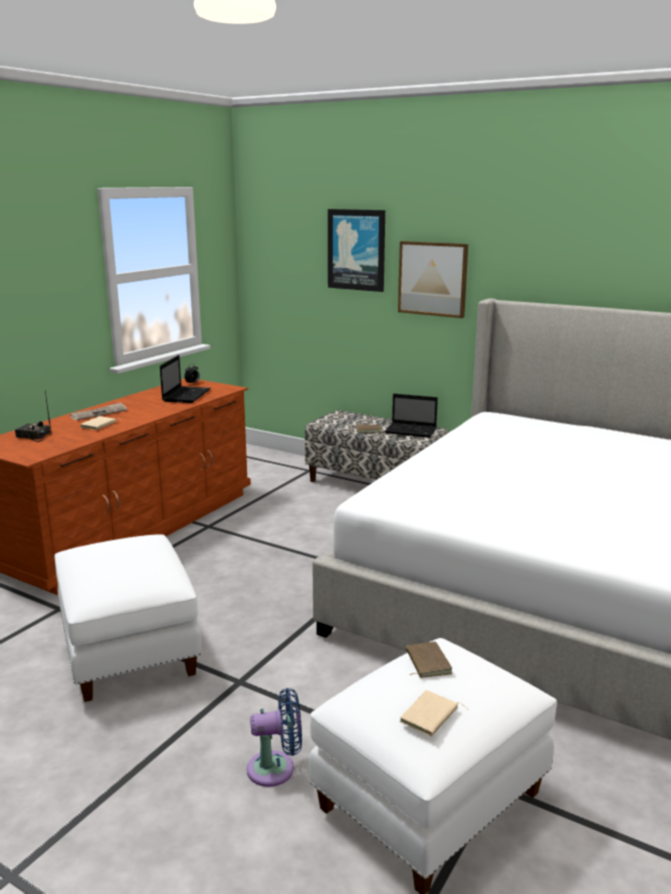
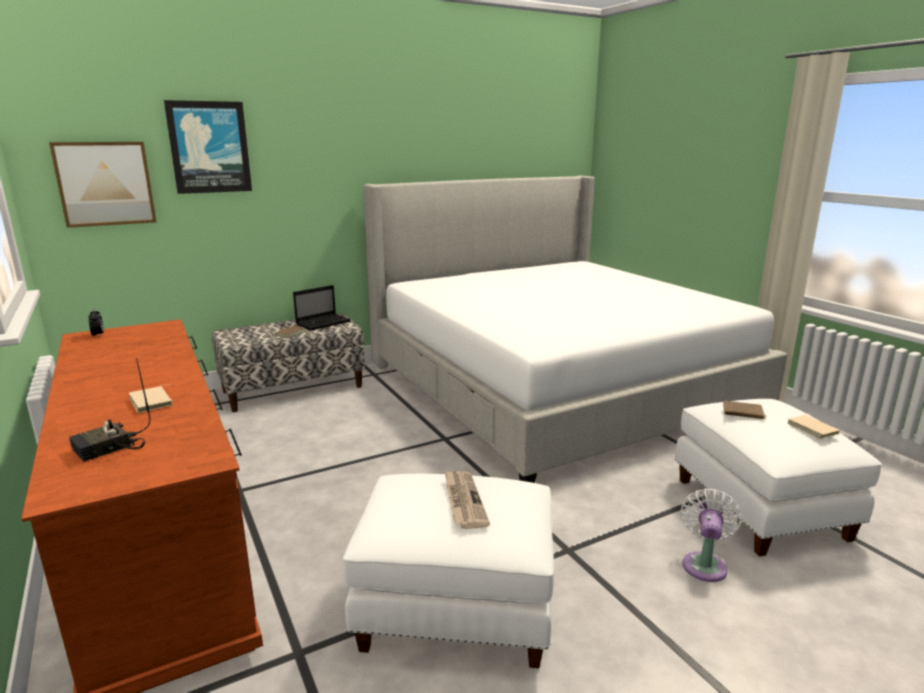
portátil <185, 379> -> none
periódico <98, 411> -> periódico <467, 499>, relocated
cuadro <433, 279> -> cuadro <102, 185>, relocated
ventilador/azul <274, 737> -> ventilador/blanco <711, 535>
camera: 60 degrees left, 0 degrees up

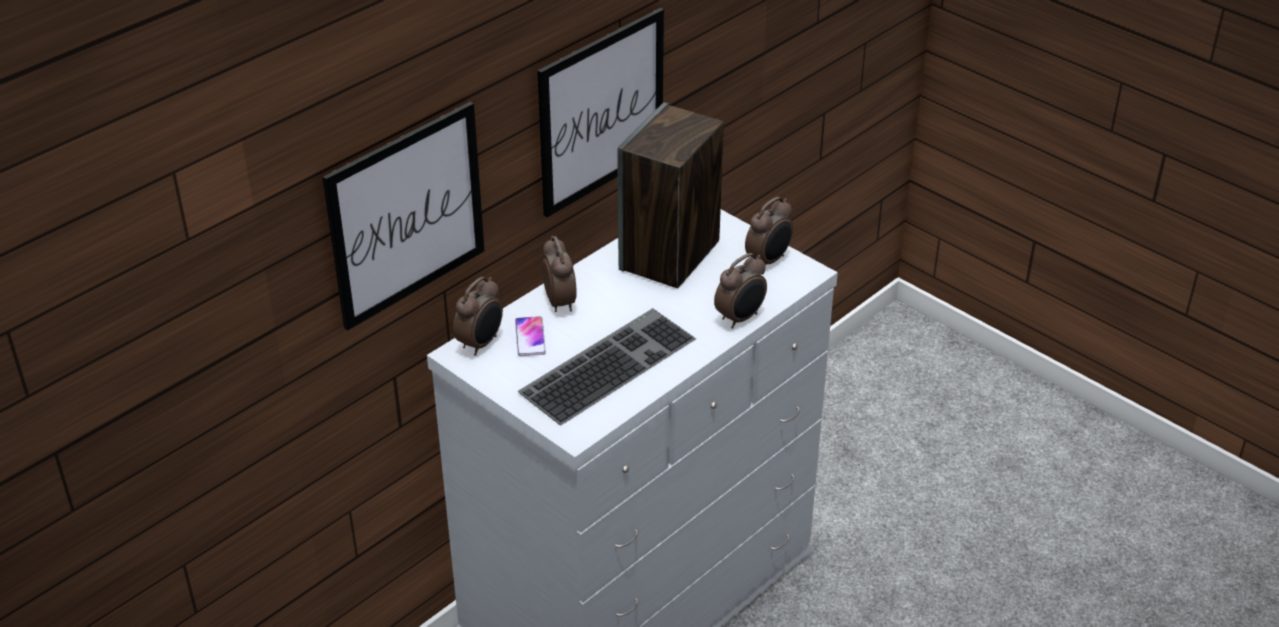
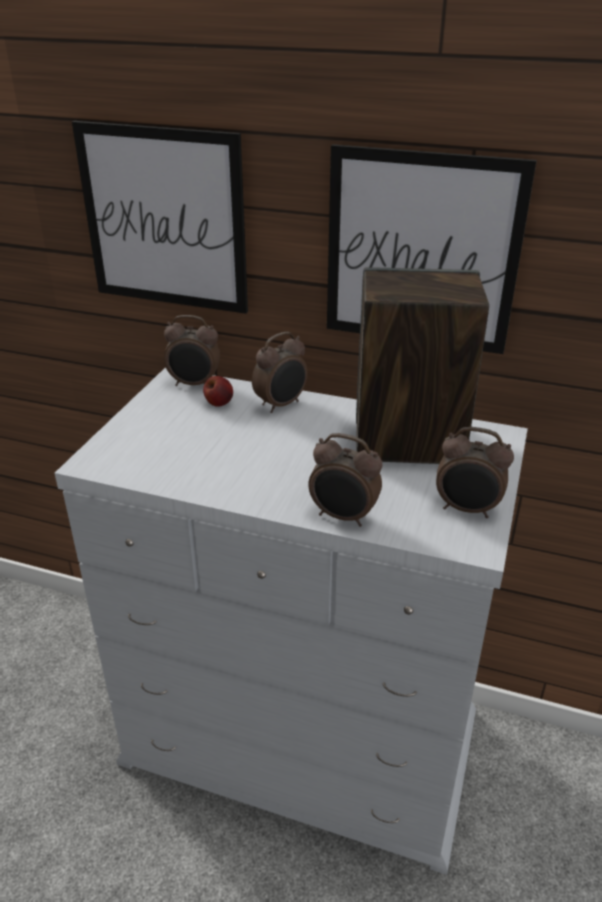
teclado <607, 366> -> none
móvil <530, 336> -> manzana <218, 391>
camera: 65 degrees right, 5 degrees down

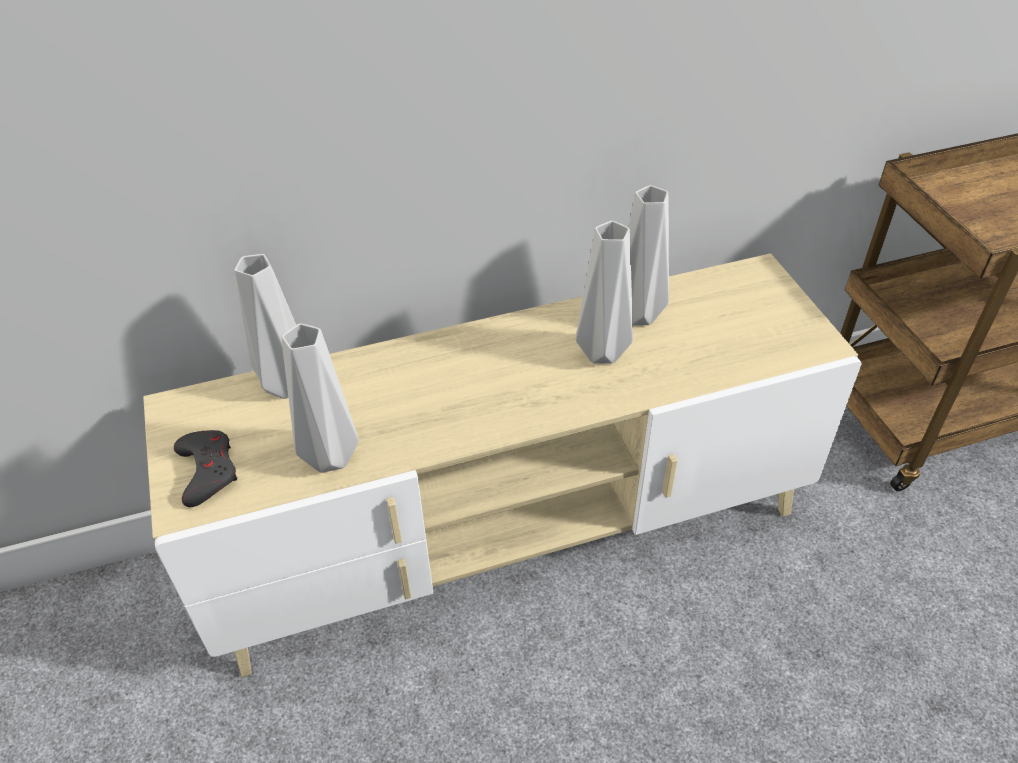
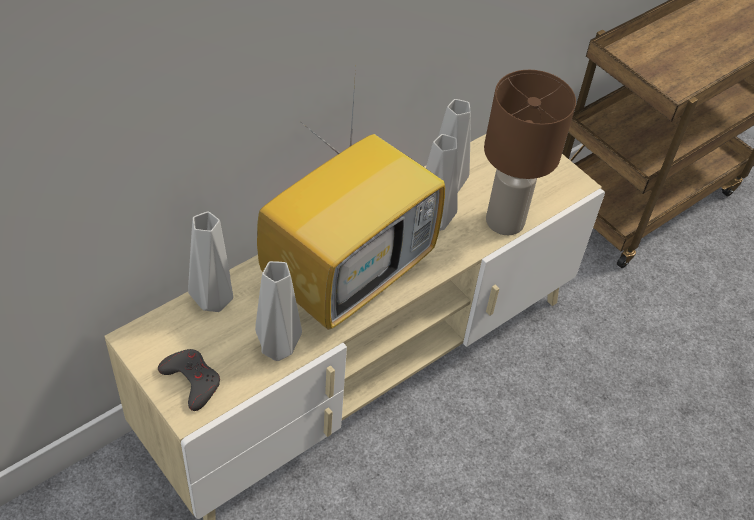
none -> televisor <351, 199>
none -> lámpara de mesa/marrón <530, 152>
camera: 25 degrees left, 5 degrees up

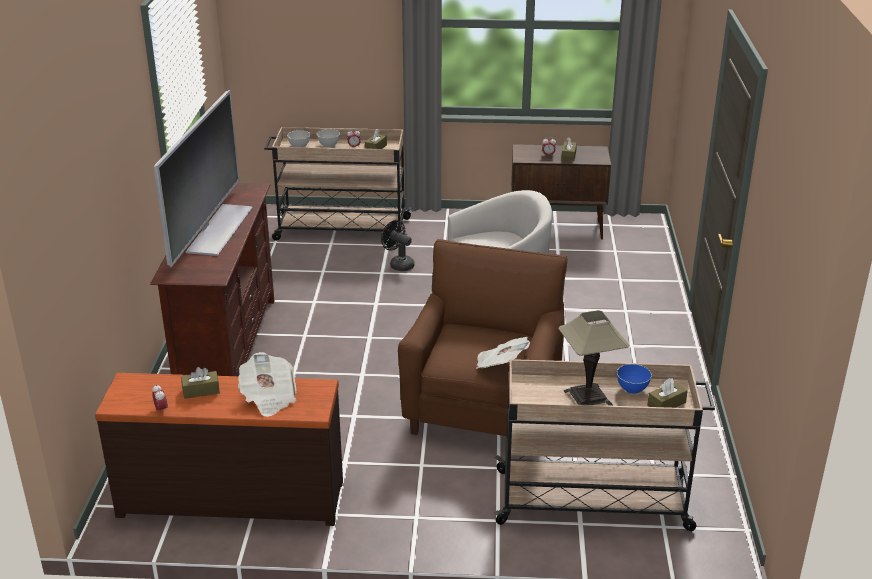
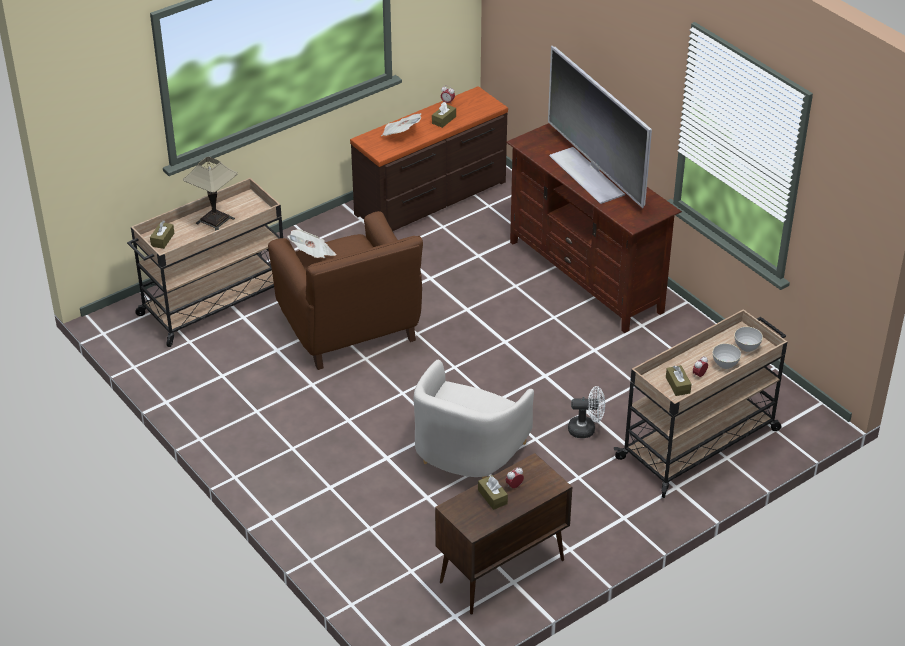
cuenco/azul <634, 379> -> none
ventilador/negro <398, 245> -> ventilador/blanco <586, 412>
camera: 140 degrees right, 10 degrees up

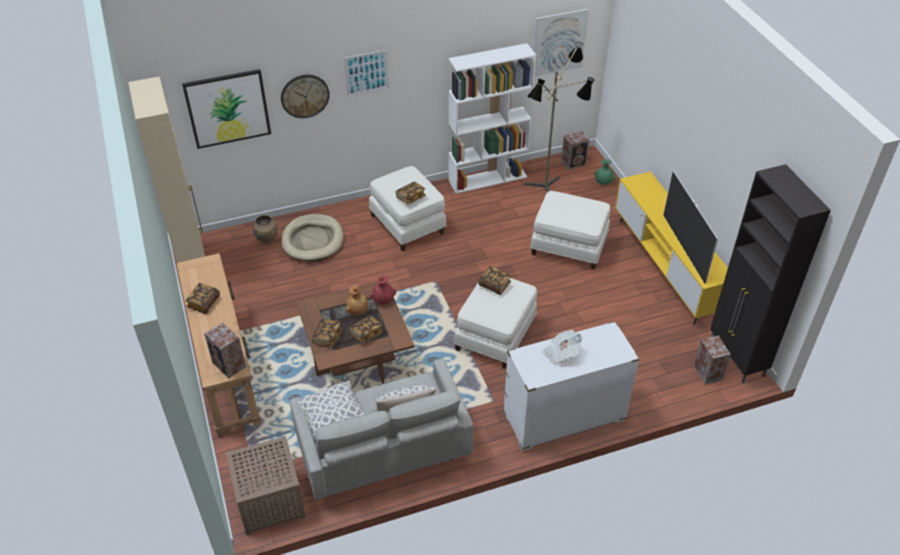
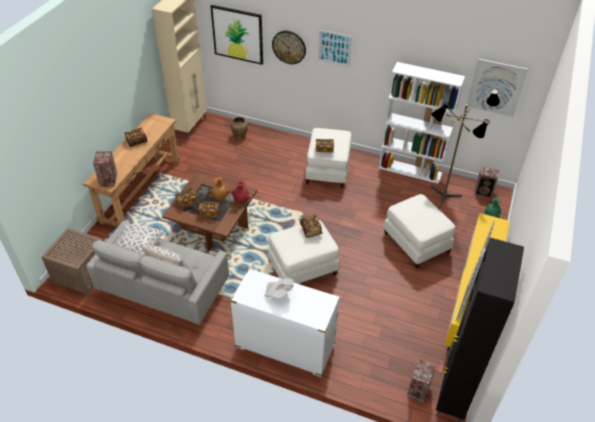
cama para perro/beis <313, 238> -> none
camera: 40 degrees right, 0 degrees up

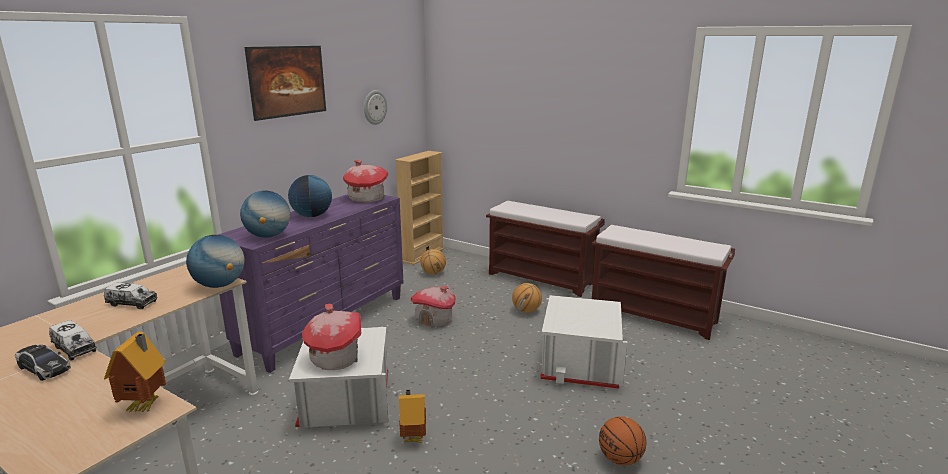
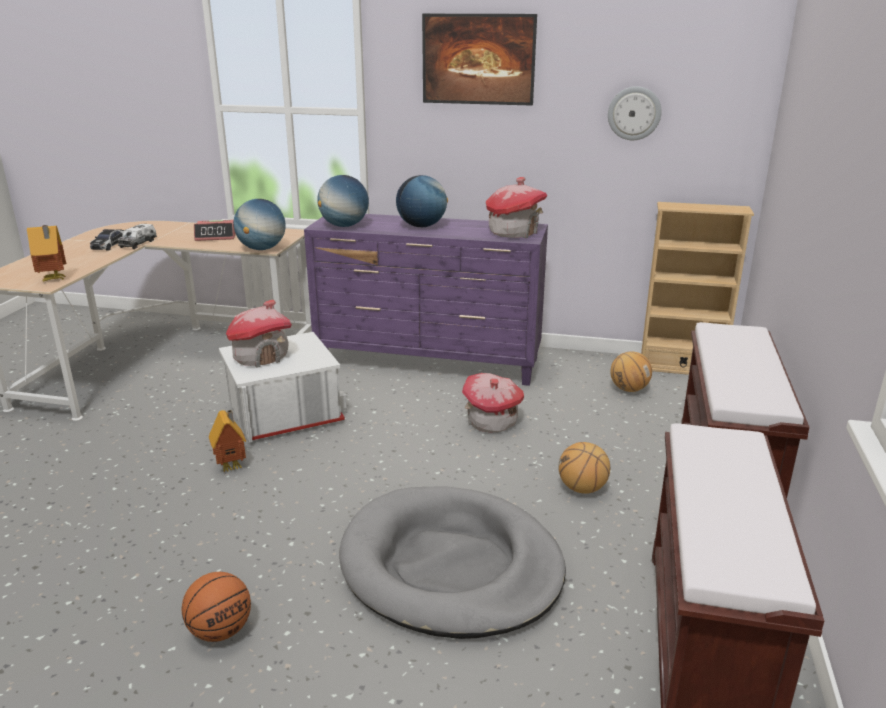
camión de juguete <130, 296> -> despertador <215, 230>
caja de almacenaje/blanco <583, 342> -> cama para perro/gris <452, 563>
camera: 70 degrees right, 5 degrees up

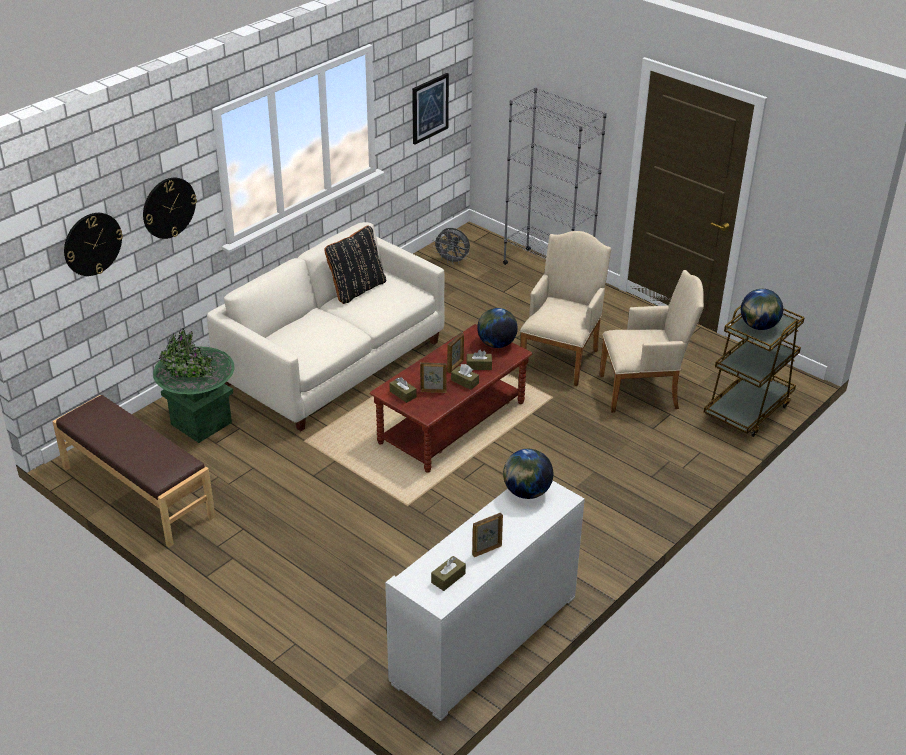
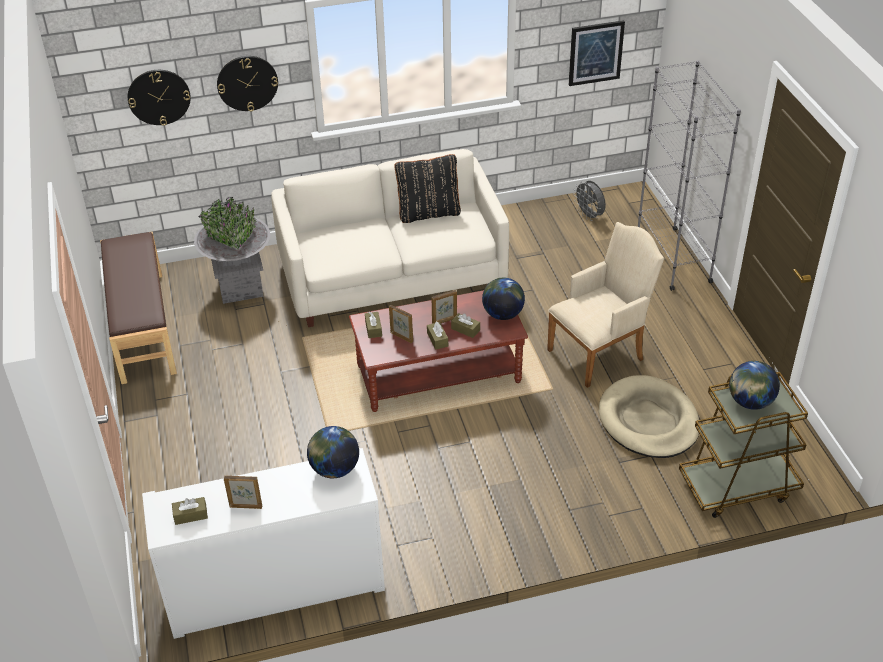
sillón/beis <652, 341> -> cama para perro/beis <649, 416>
maceta/verde <194, 385> -> maceta/gris <232, 250>
camera: 35 degrees right, 5 degrees up

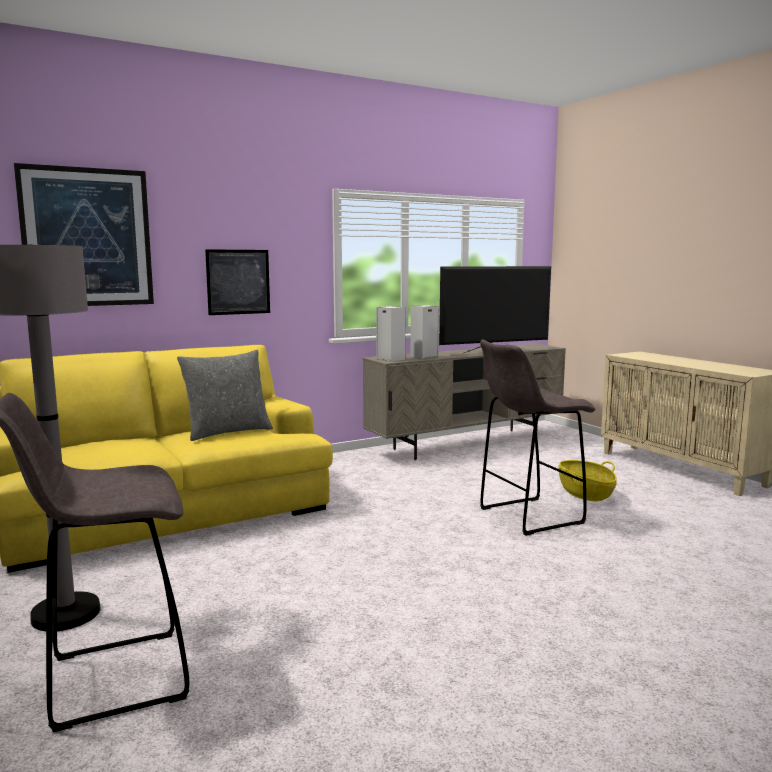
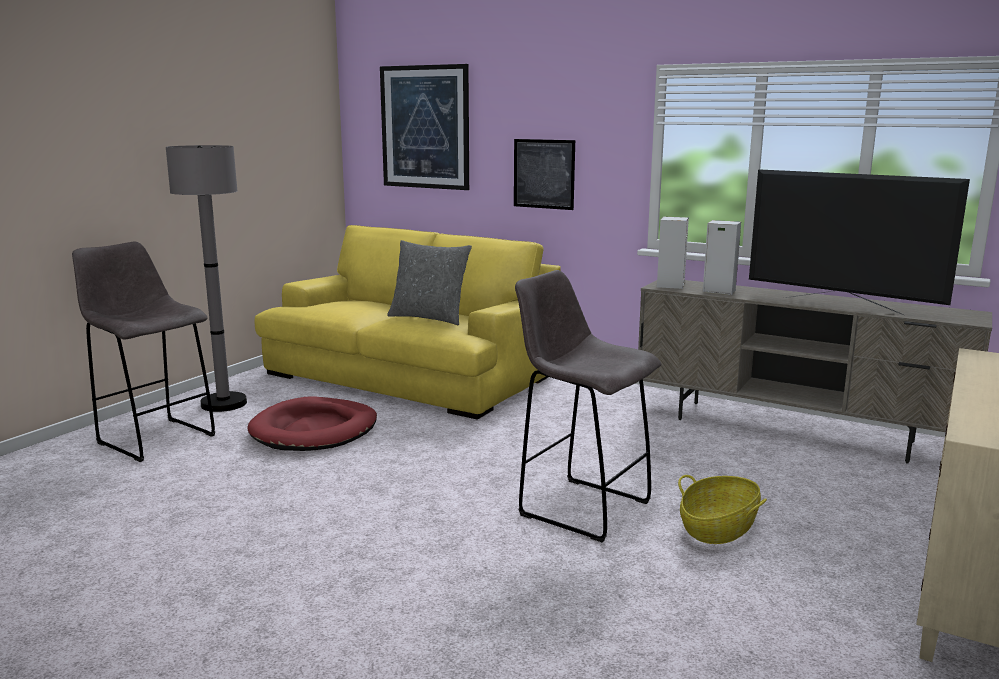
none -> cama para perro/rojo <312, 423>
camera: 60 degrees right, 5 degrees up

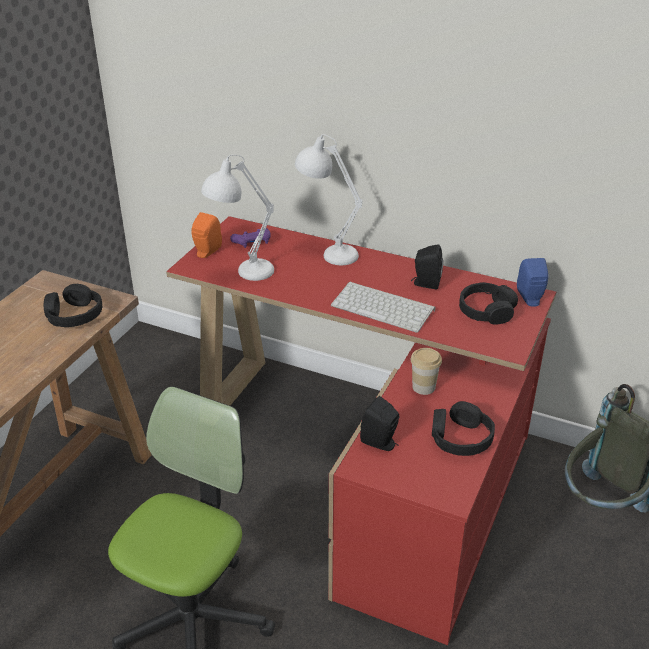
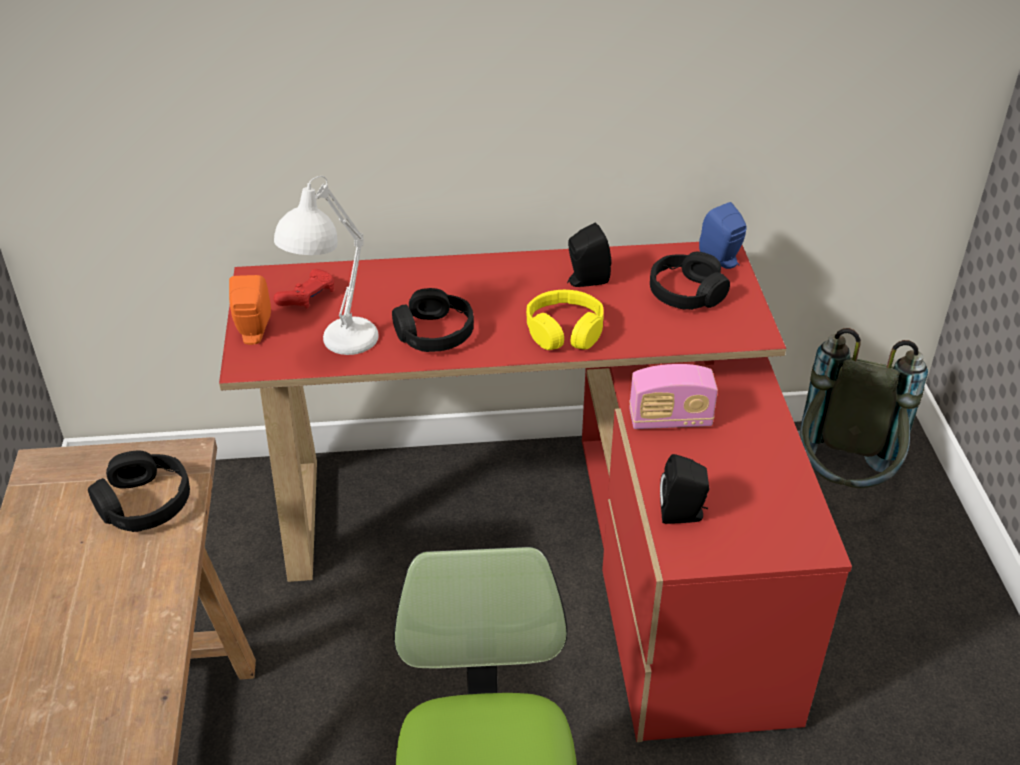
lámpara de mesa/blanco <329, 199> -> none
auriculares/negro <463, 428> -> auriculares/negro <433, 320>, relocated
teclado <383, 307> -> auriculares/amarillo <565, 320>
taza <426, 371> -> radio <673, 396>
mando de consola/morado <250, 238> -> mando de consola/rojo <303, 288>
camera: 30 degrees left, 5 degrees up

